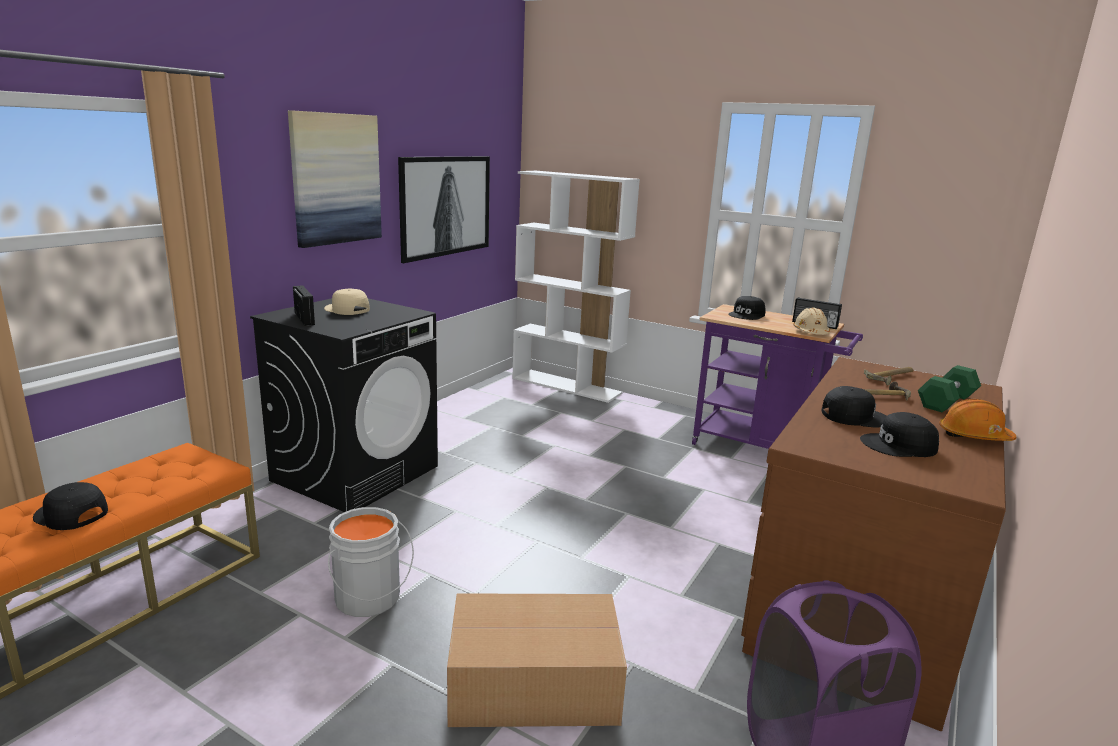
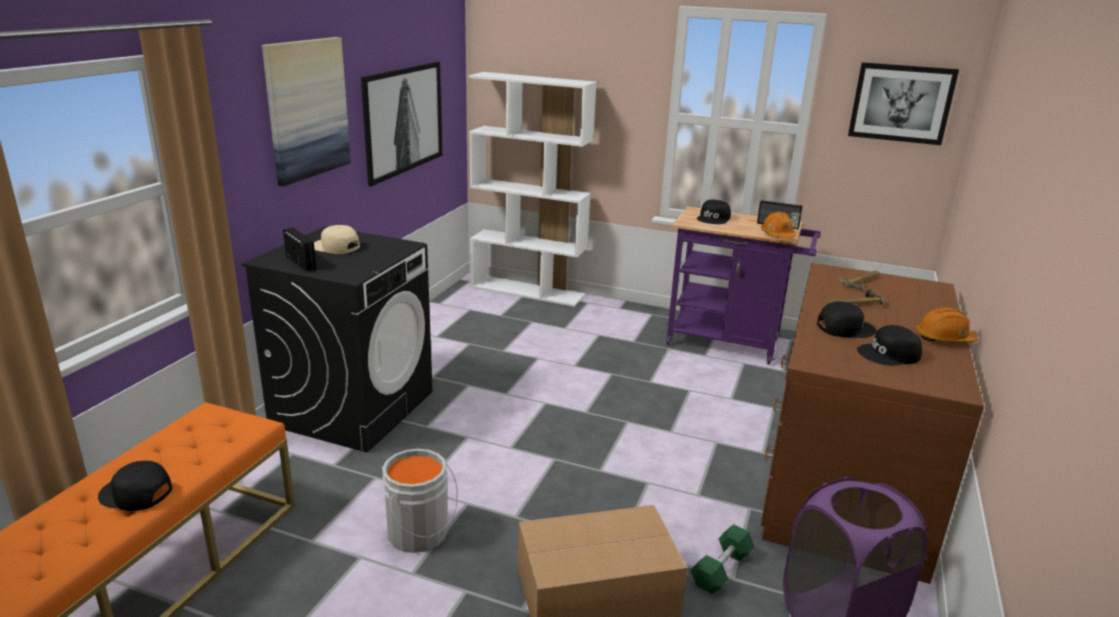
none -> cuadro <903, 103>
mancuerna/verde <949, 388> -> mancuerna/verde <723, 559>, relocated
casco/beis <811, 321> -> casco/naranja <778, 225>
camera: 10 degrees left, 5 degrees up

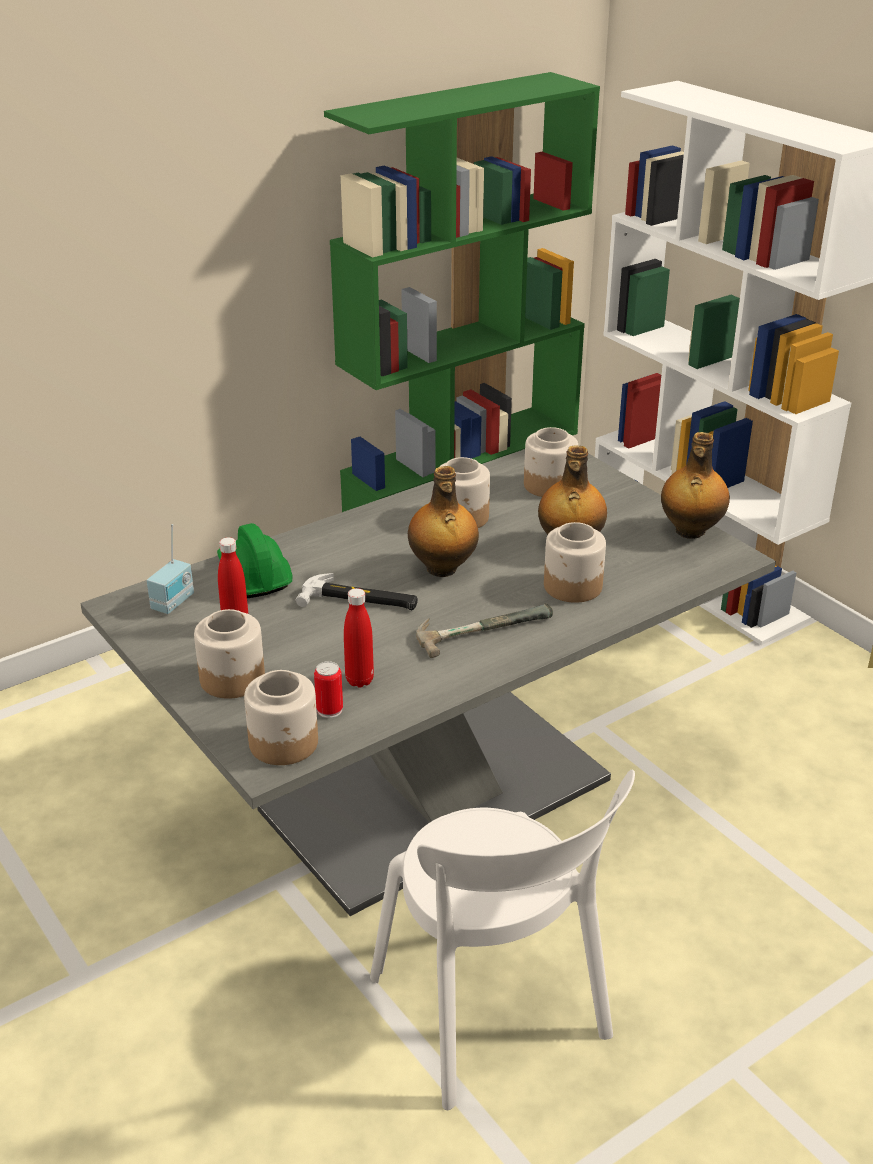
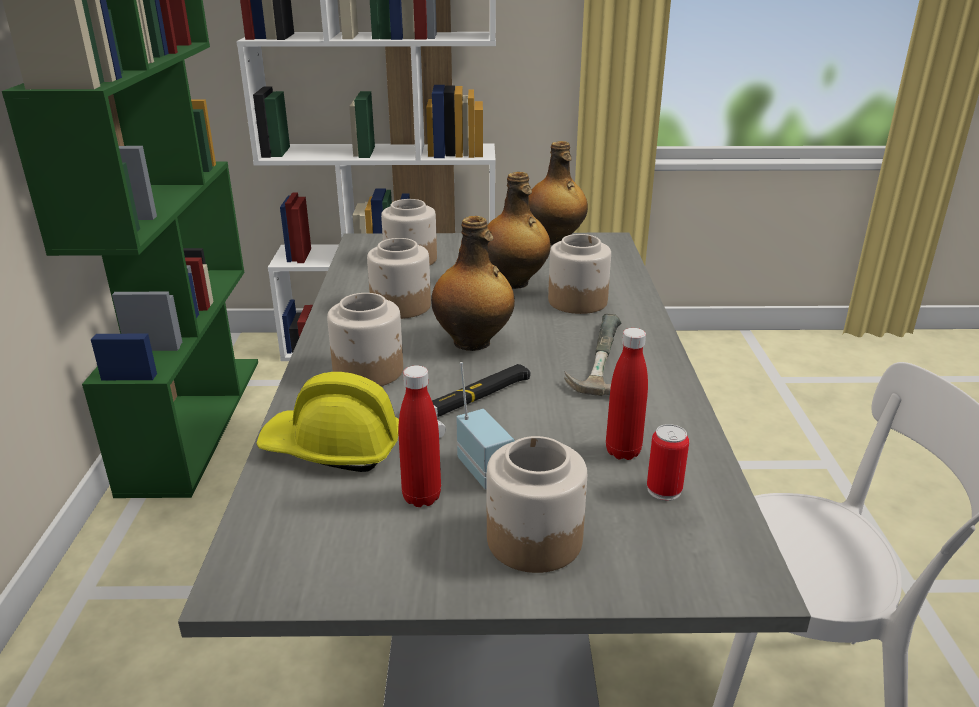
radio <170, 569> -> radio <485, 425>, relocated
tarro <281, 717> -> tarro <365, 339>, relocated
casco/verde <255, 560> -> casco/amarillo <327, 422>
camera: 55 degrees left, 5 degrees down

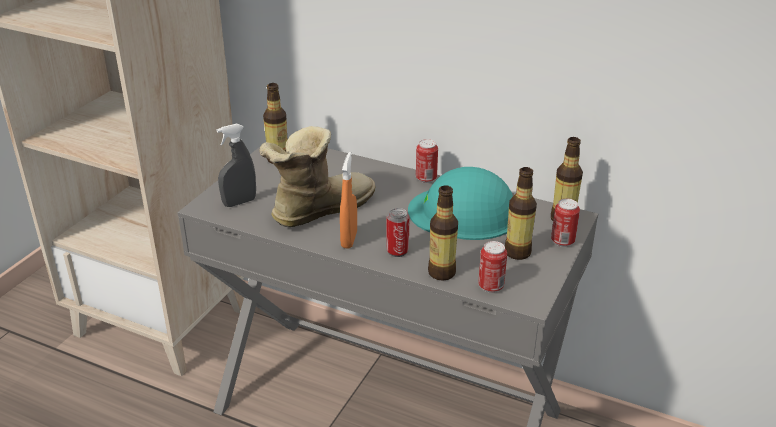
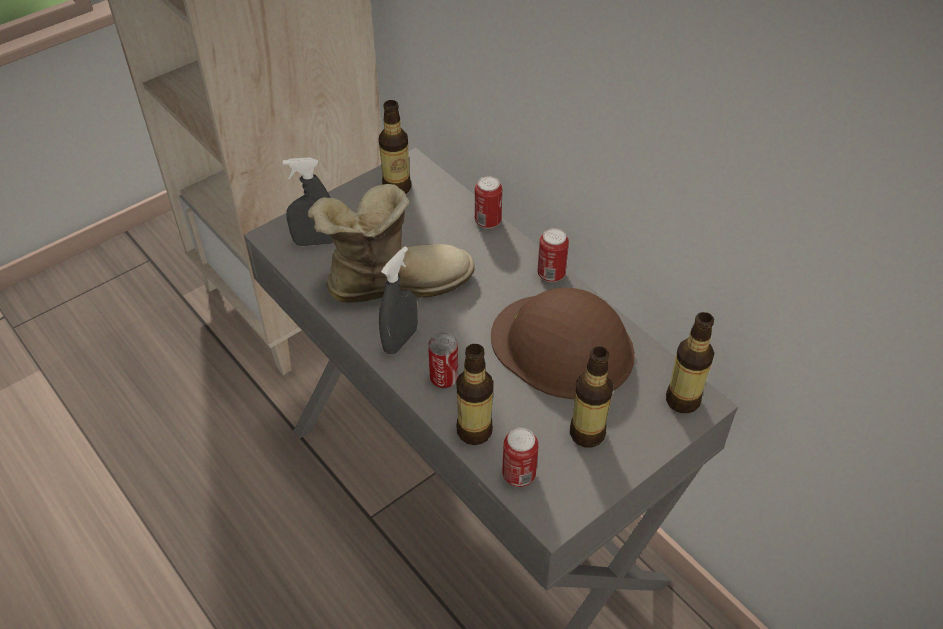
lata <565, 222> -> lata <488, 202>, relocated
pulverizador/naranja <348, 200> -> pulverizador/gris <398, 300>
casco/turquesa <460, 203> -> casco/marrón <563, 343>
camera: 25 degrees right, 15 degrees up

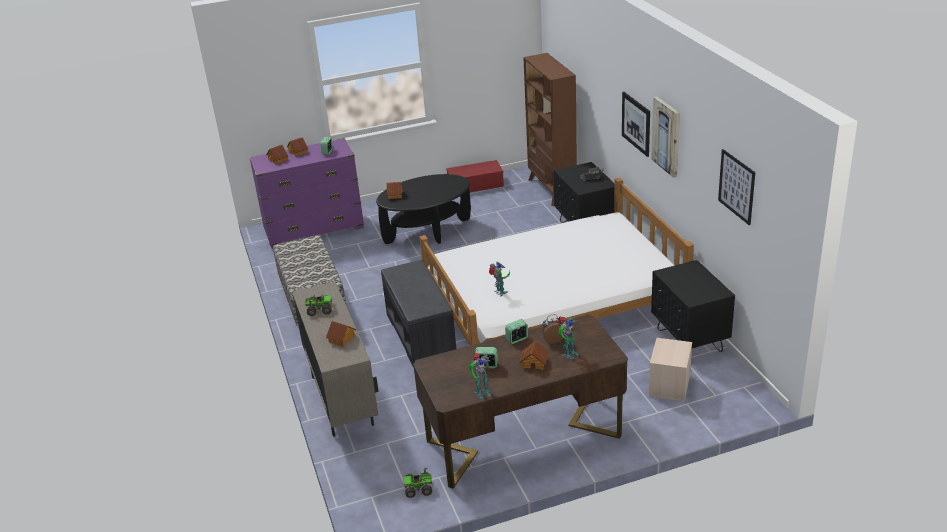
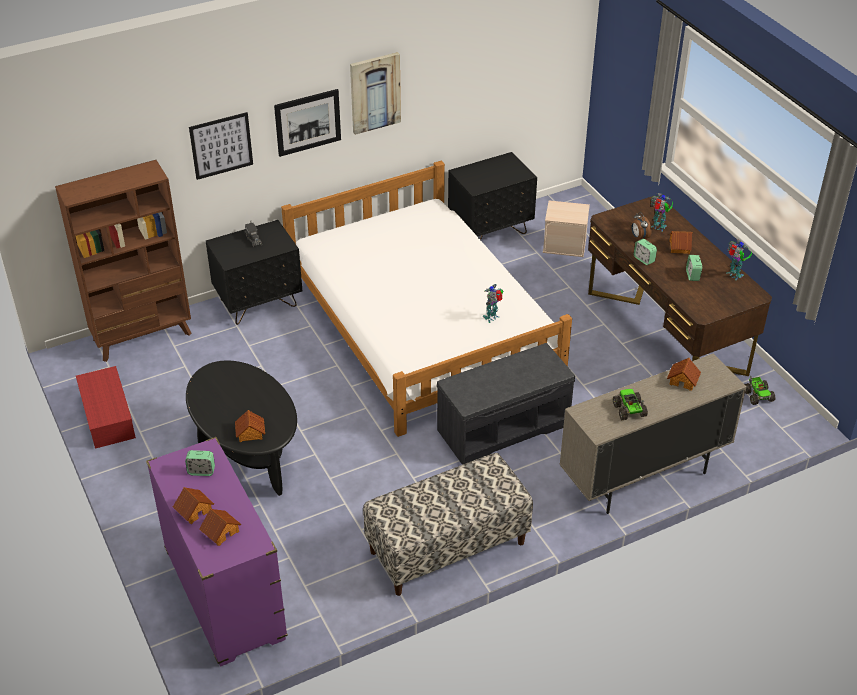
cuadro <736, 187> -> cuadro <221, 146>, relocated
camera: 100 degrees left, 10 degrees up

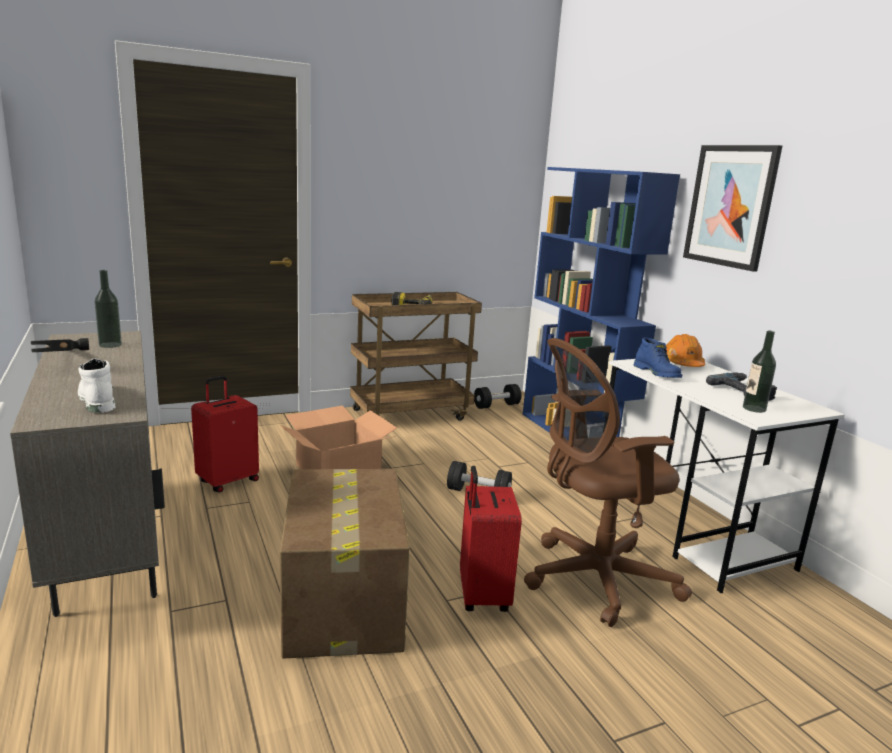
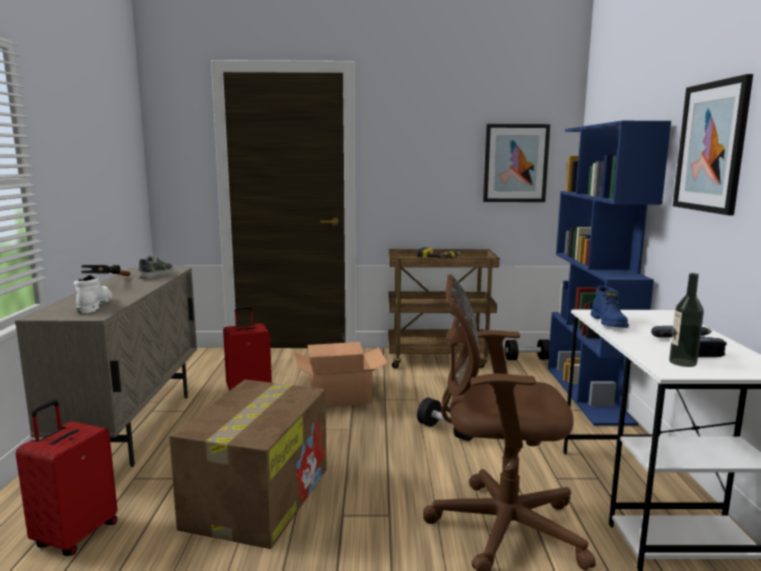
casco/naranja <685, 350> -> none
none -> cuadro <516, 163>
maleta/rojo <491, 539> -> maleta/rojo <67, 478>, relocated
botella <108, 309> -> zapato <156, 267>
camera: 25 degrees right, 5 degrees down

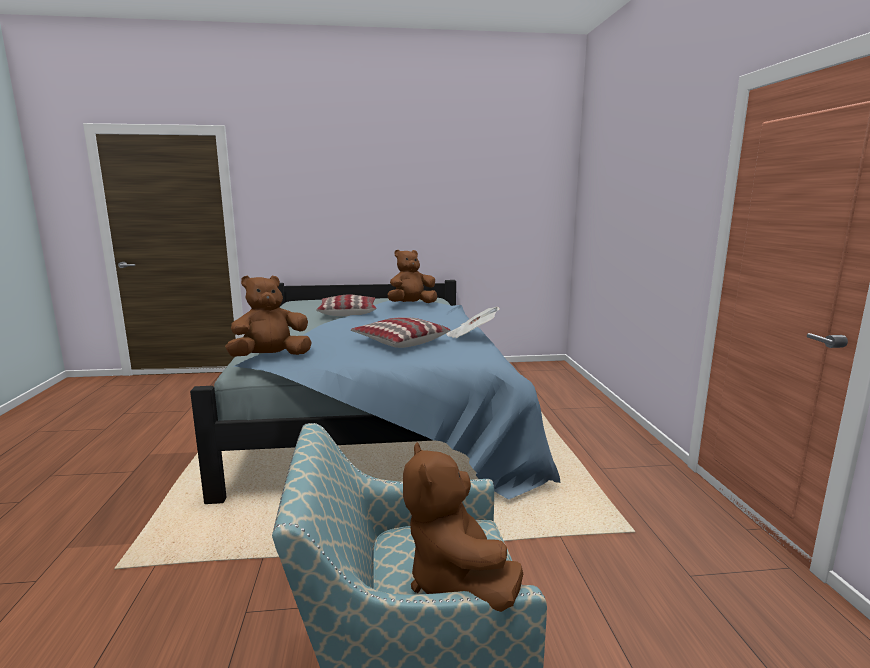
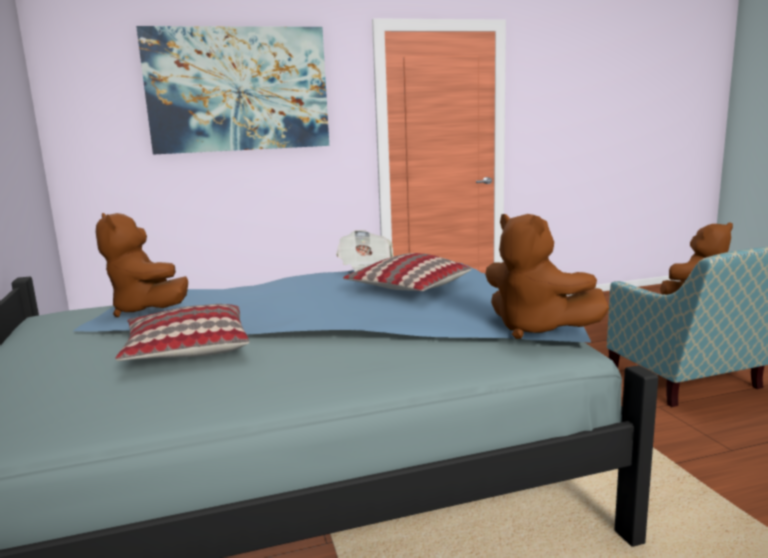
none -> cuadro <232, 90>
camera: 100 degrees left, 0 degrees up

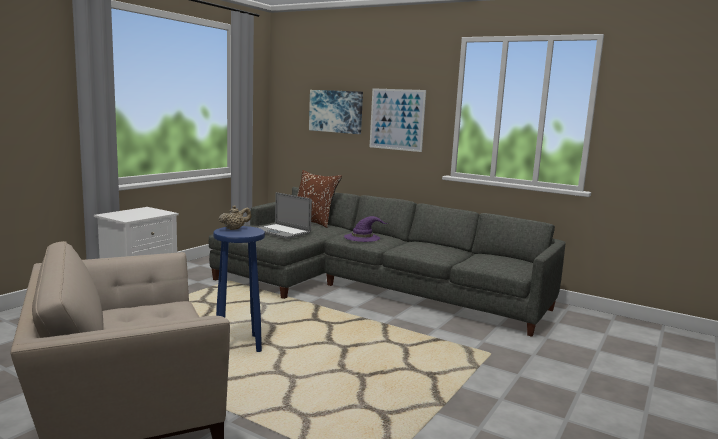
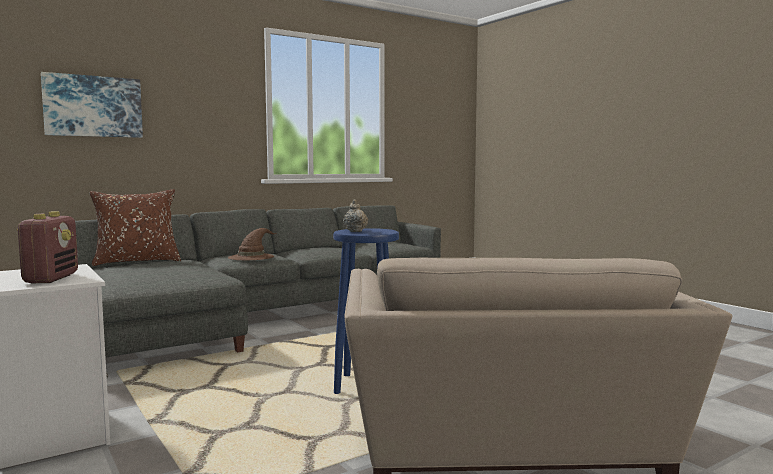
portátil <284, 215> -> none
cuadro <398, 120> -> none
none -> radio <47, 247>
sombrero/morado <366, 229> -> sombrero/marrón <252, 244>
camera: 65 degrees left, 5 degrees down

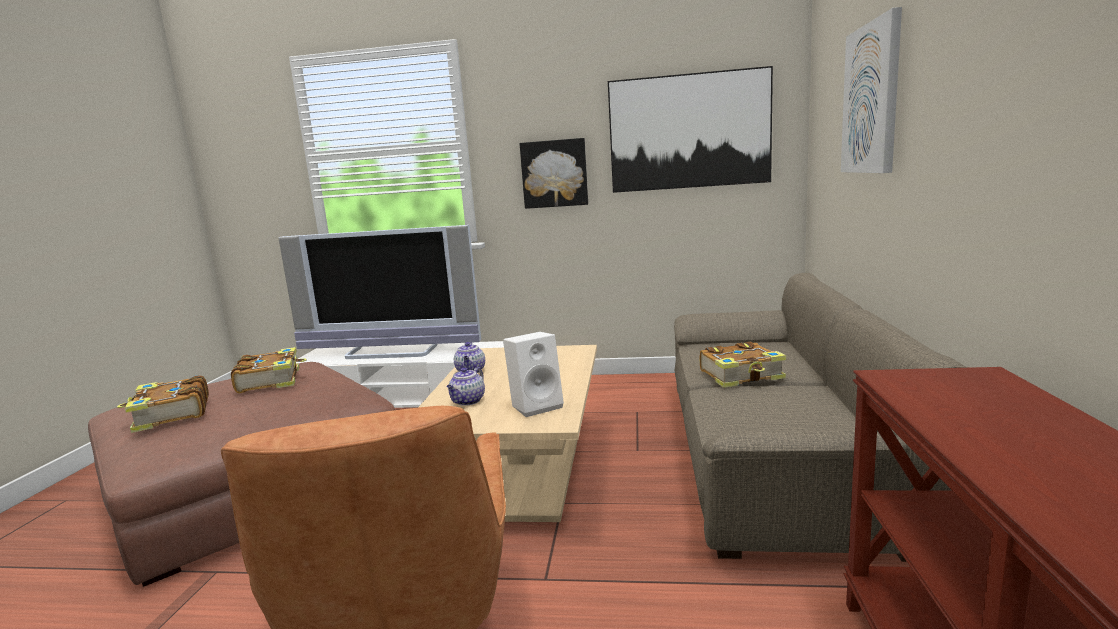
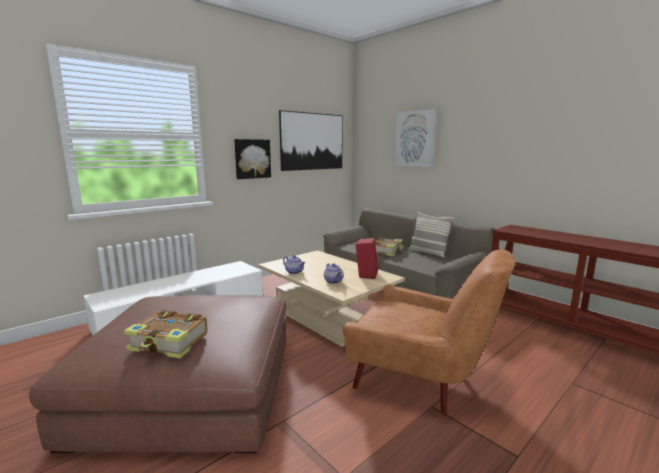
libro <269, 370> -> none
televisor <379, 292> -> none
none -> cojín <431, 235>
altavoz/blanco <533, 374> -> altavoz/rojo <366, 258>
camera: 50 degrees left, 0 degrees up

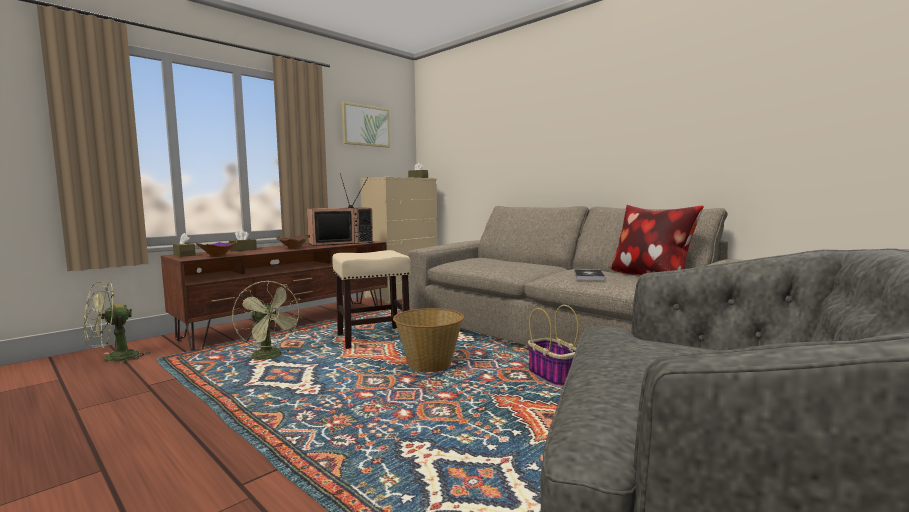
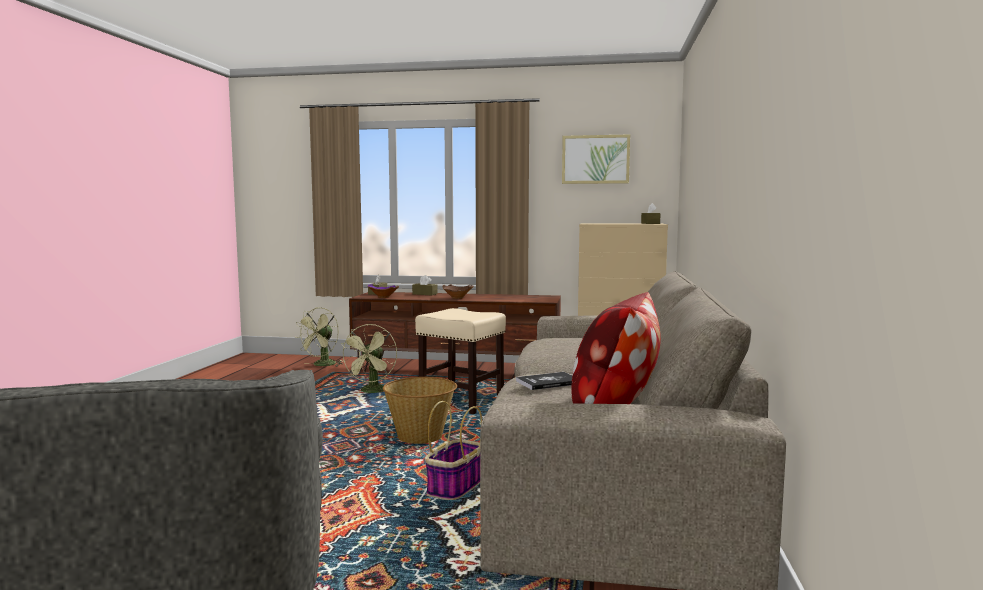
televisor <340, 209> -> none
ventilador/verde <117, 323> -> ventilador/verde <319, 337>, 75 degrees counterclockwise
camera: 55 degrees right, 0 degrees up

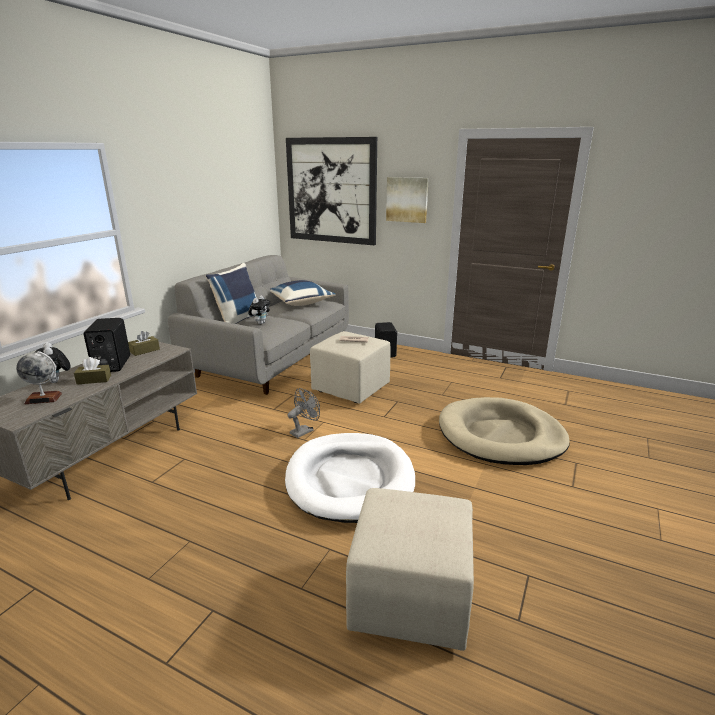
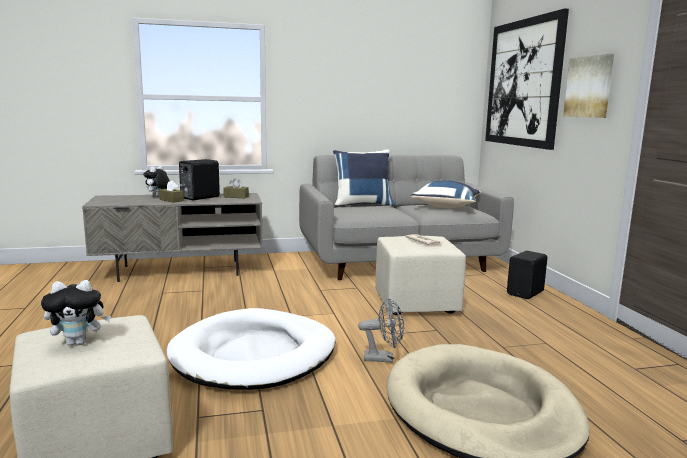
globo terráqueo <39, 377> -> none
peluche <259, 309> -> peluche <76, 313>, relocated
ventilador/gris <303, 413> -> ventilador/gris <381, 330>, relocated
camera: 50 degrees right, 10 degrees down

